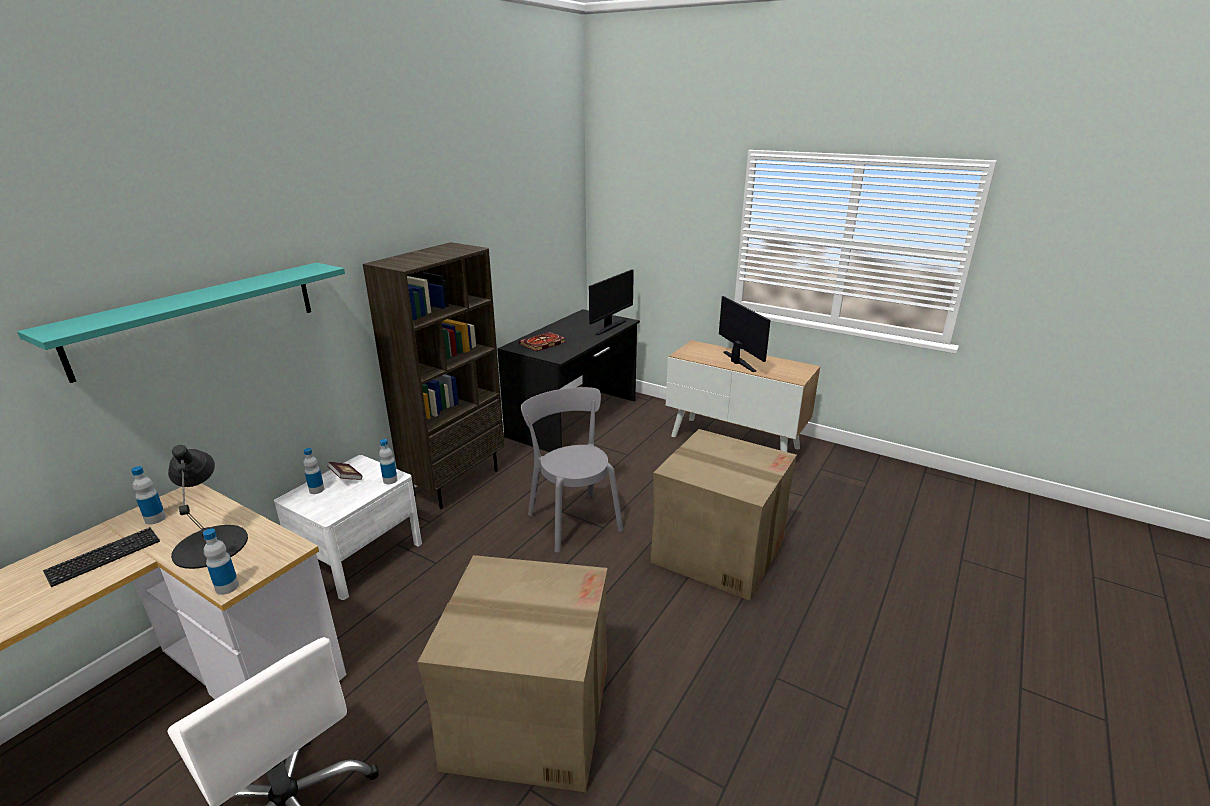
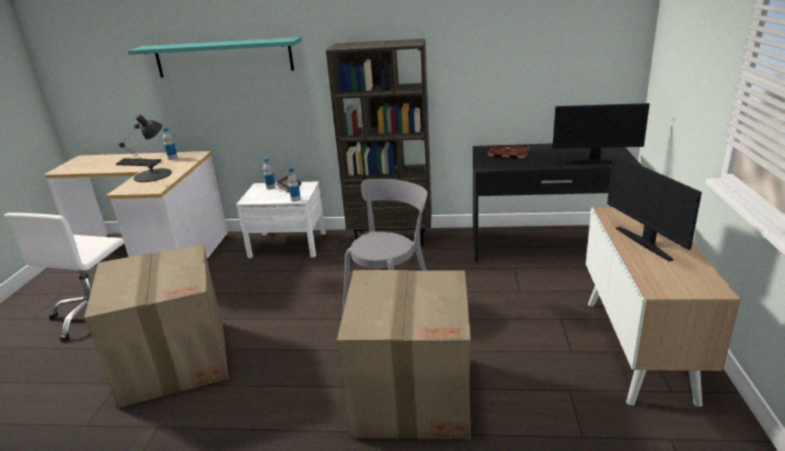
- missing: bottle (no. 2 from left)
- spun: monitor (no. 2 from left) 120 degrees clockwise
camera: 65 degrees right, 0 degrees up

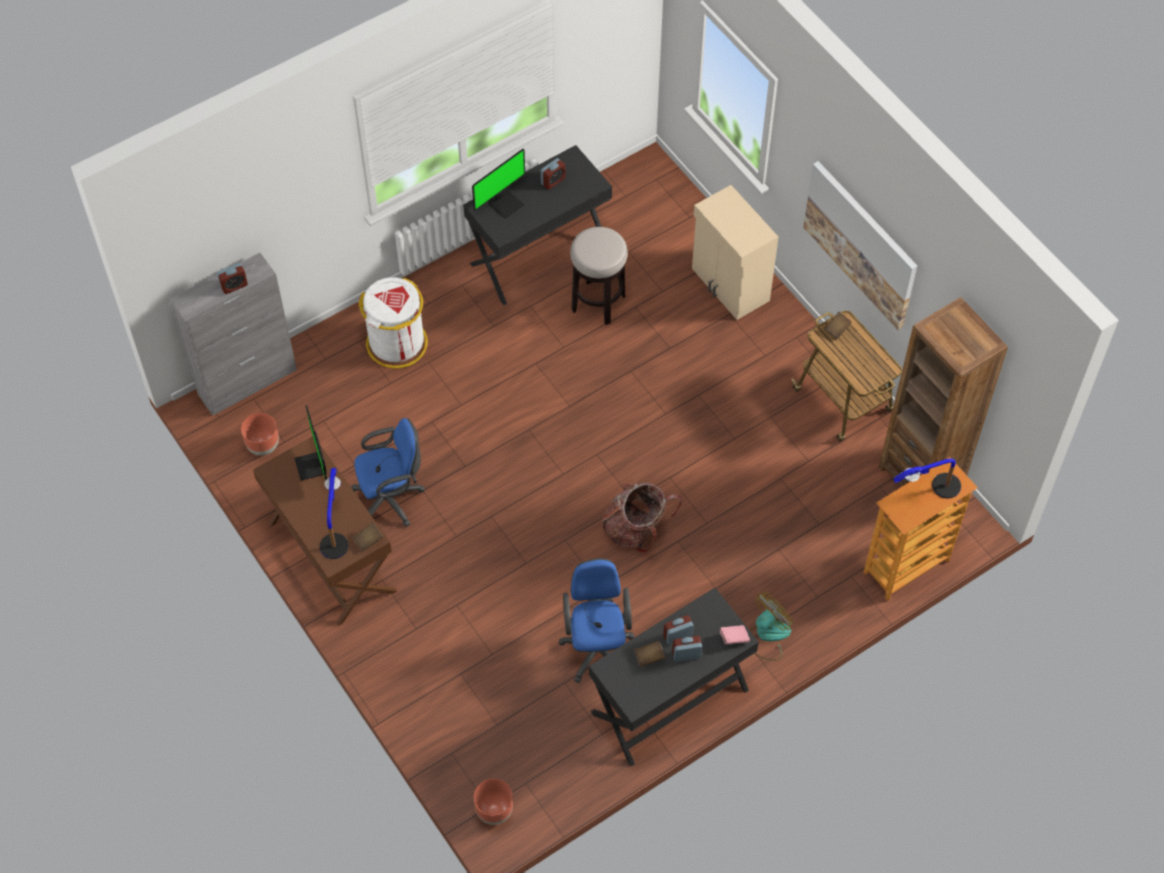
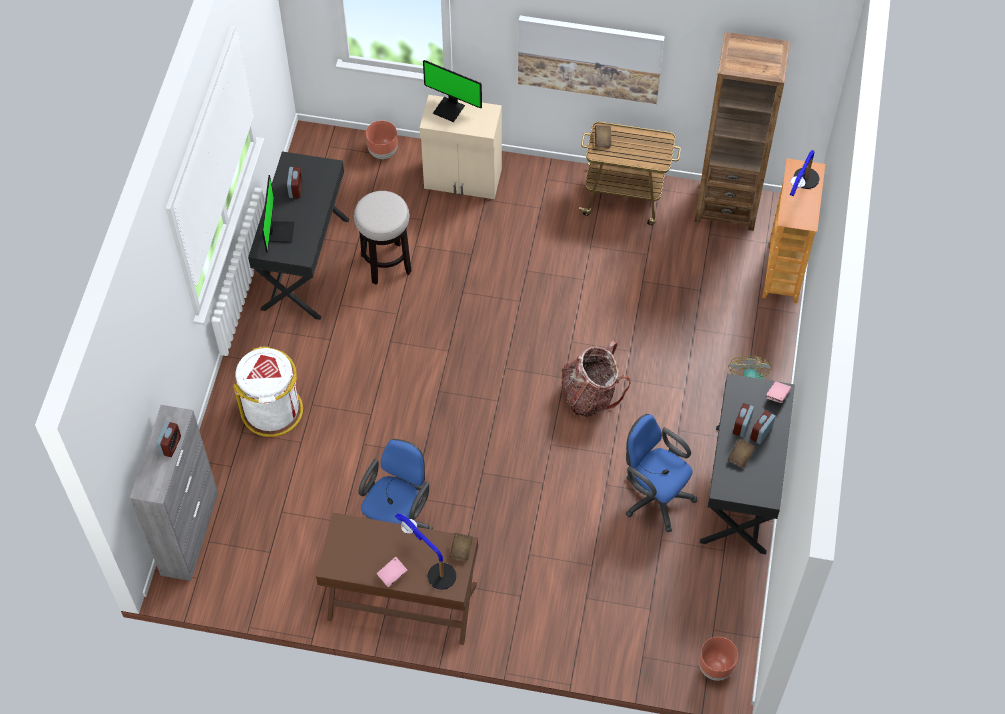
- appeared: pink book (no. 1 from left)
- relocated: brown planter (no. 1 from left)
- relocated: monitor (no. 1 from left in the first image) to monitor (no. 2 from left)
camera: 45 degrees left, 0 degrees up

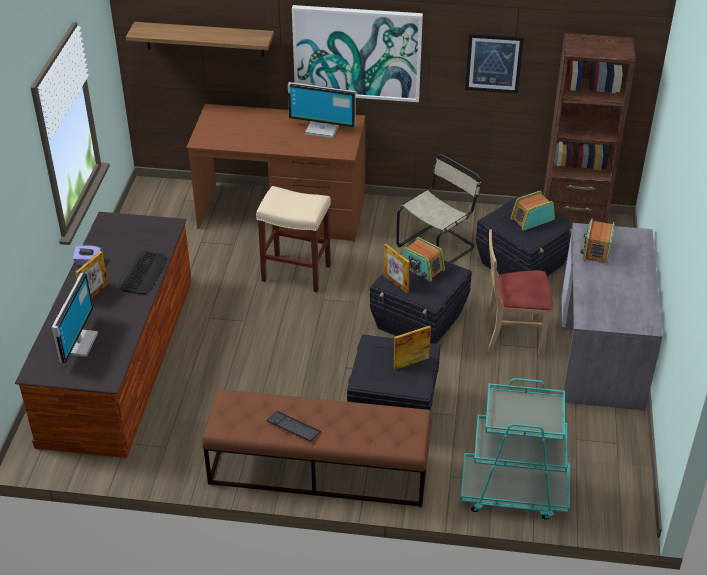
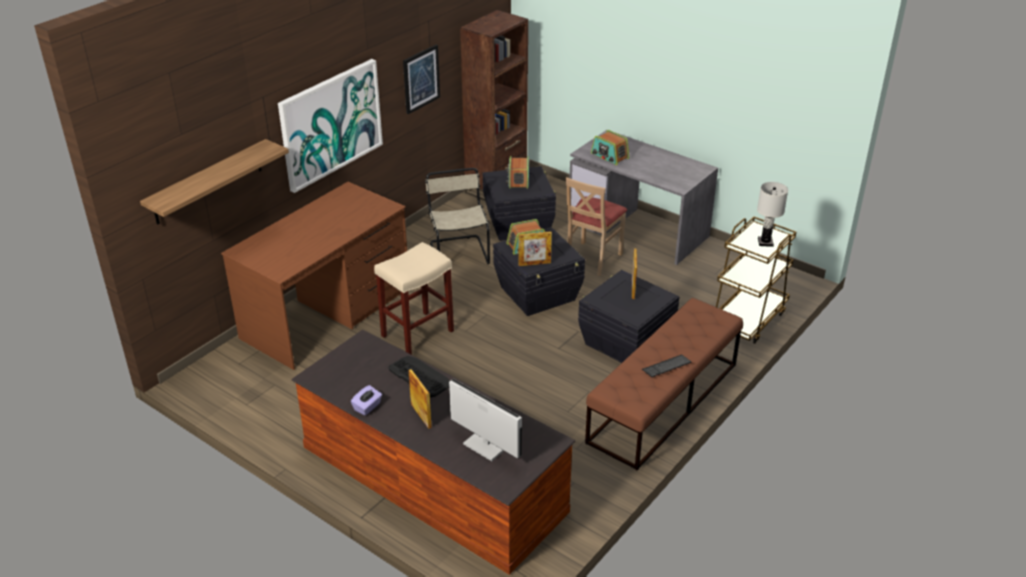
- missing: monitor (no. 2 from left)
- appeared: white table lamp
- colour: turquoise cart to brown cart
camera: 60 degrees left, 5 degrees down

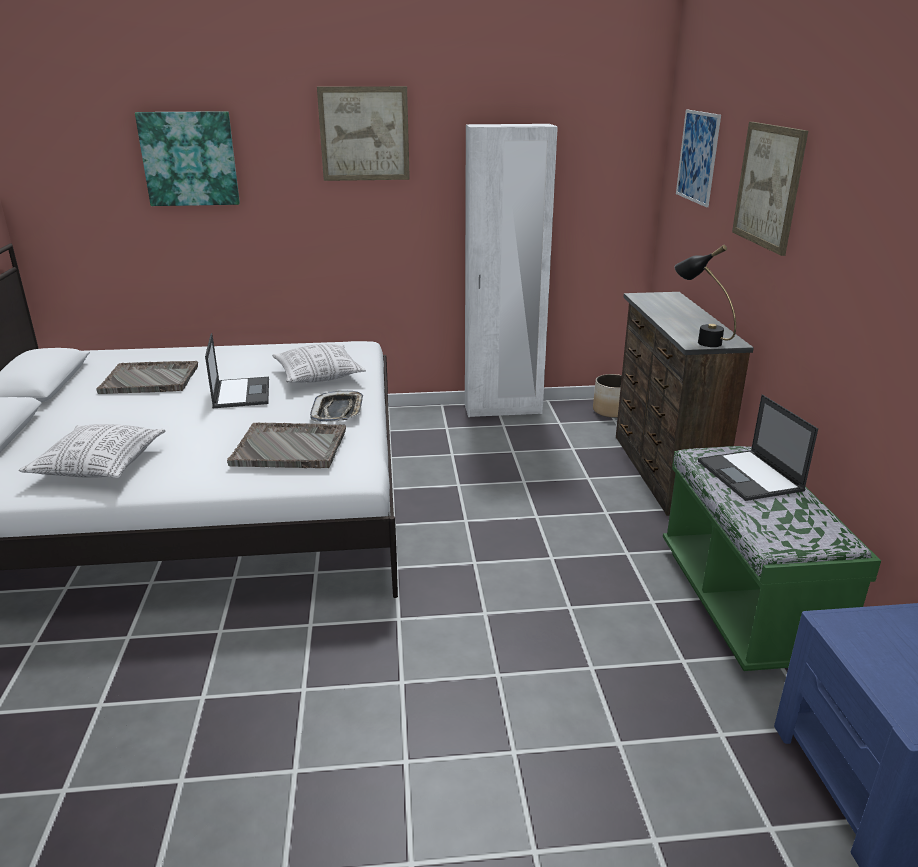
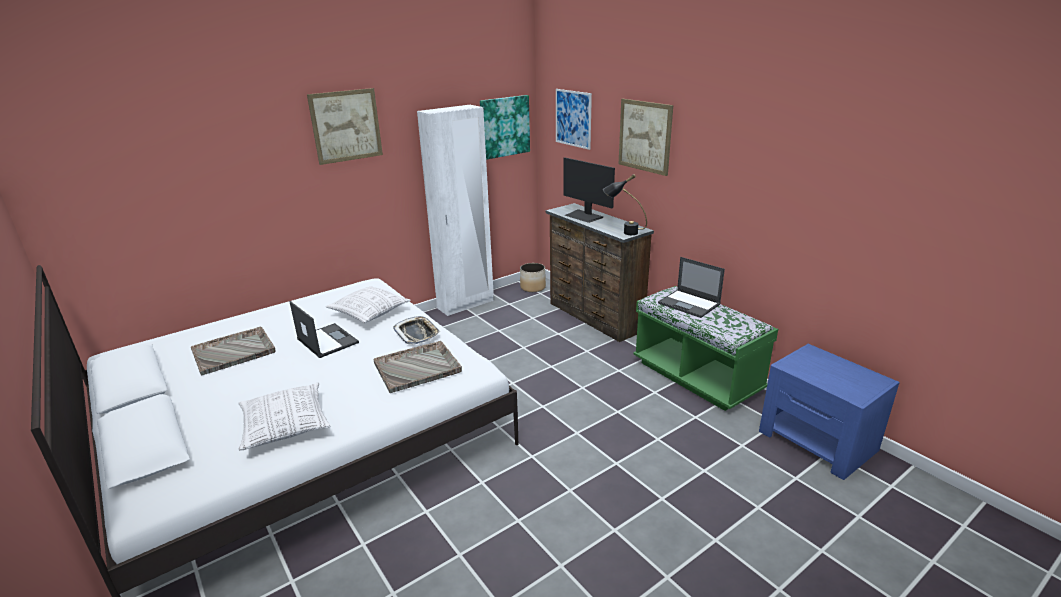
- appeared: monitor
- relocated: picture (no. 1 from left in the first image) to picture (no. 2 from left)
camera: 30 degrees left, 0 degrees up

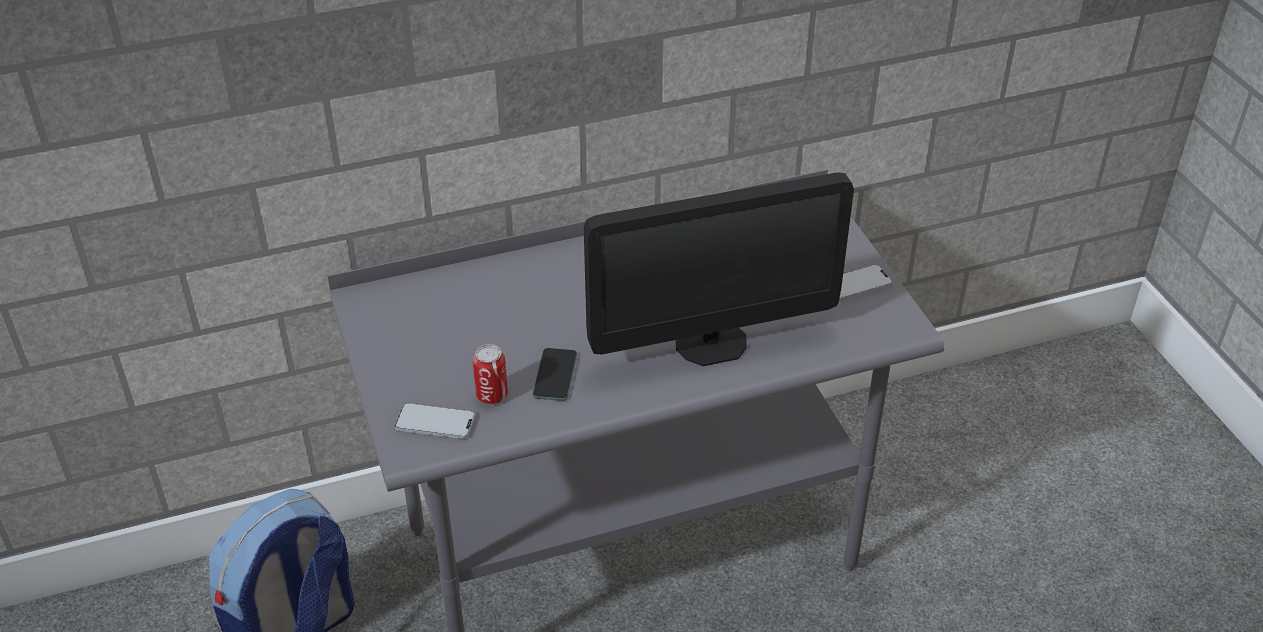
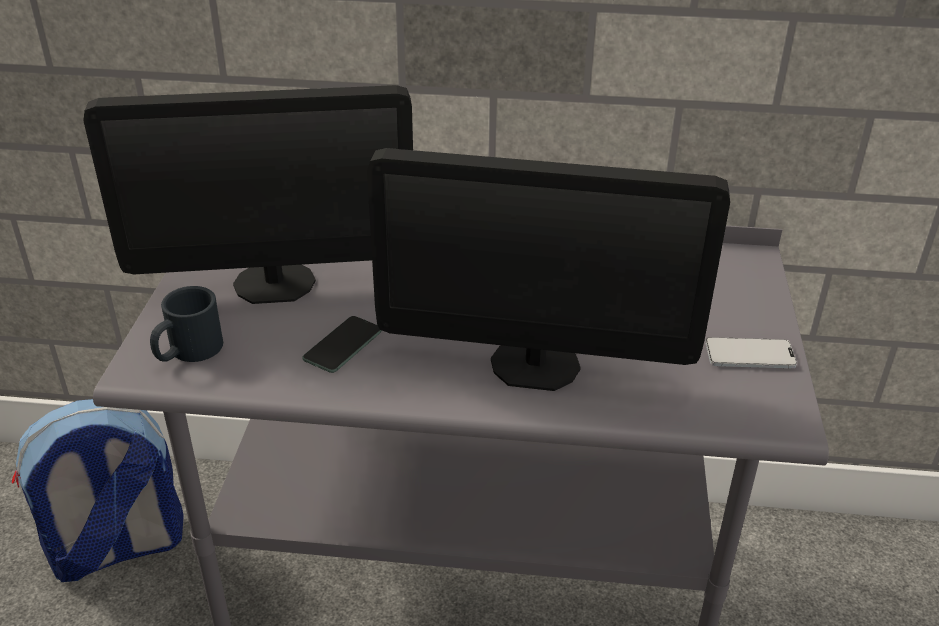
- missing: can
- appeared: monitor (no. 1 from left)
- exchanged: phone (no. 1 from left) to black mug
camera: 25 degrees right, 5 degrees down

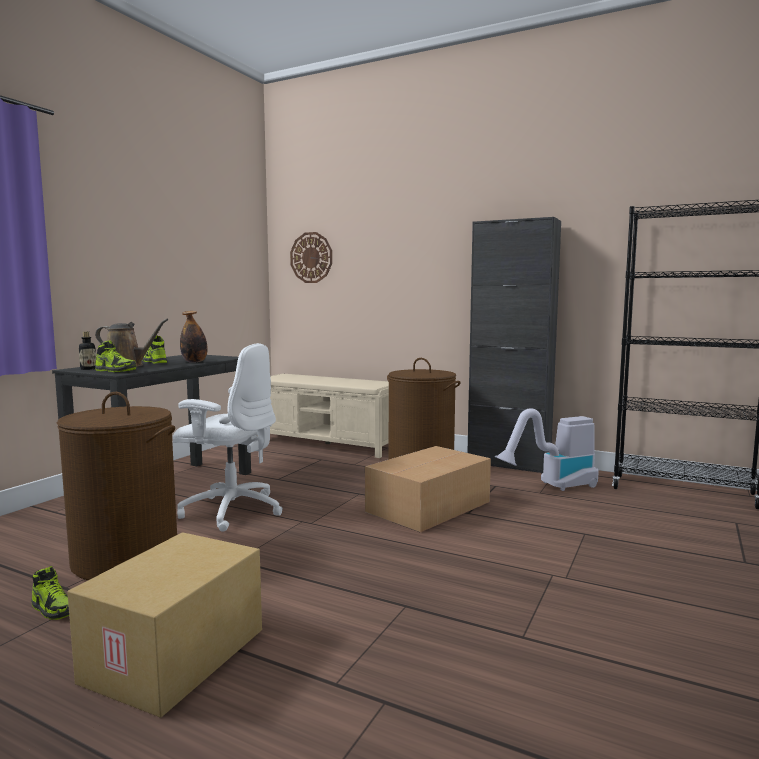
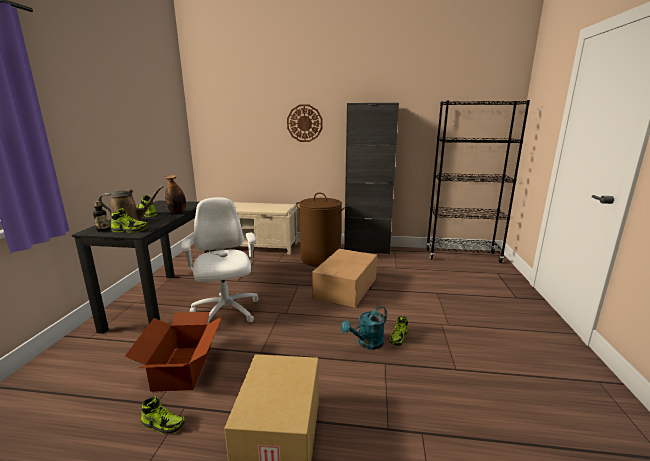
- missing: vacuum cleaner
- appeared: turquoise watering can
- appeared: shoe (no. 4 from left)
- relocated: wall clock
- exchanged: brown laundry basket (no. 1 from left) to cardboard box (no. 1 from left)
- spun: white office chair 105 degrees counterclockwise
camera: 20 degrees left, 10 degrees up

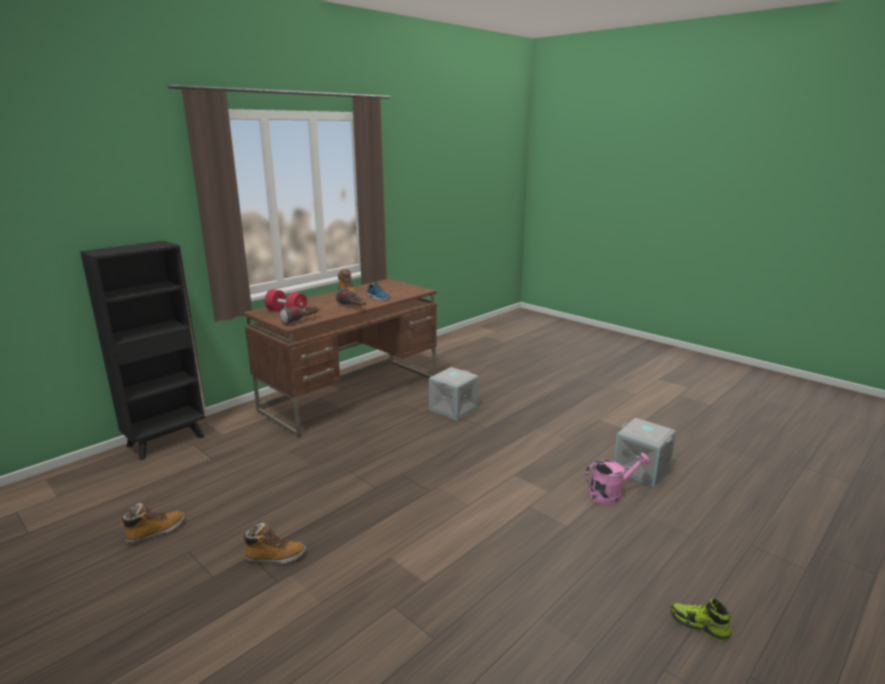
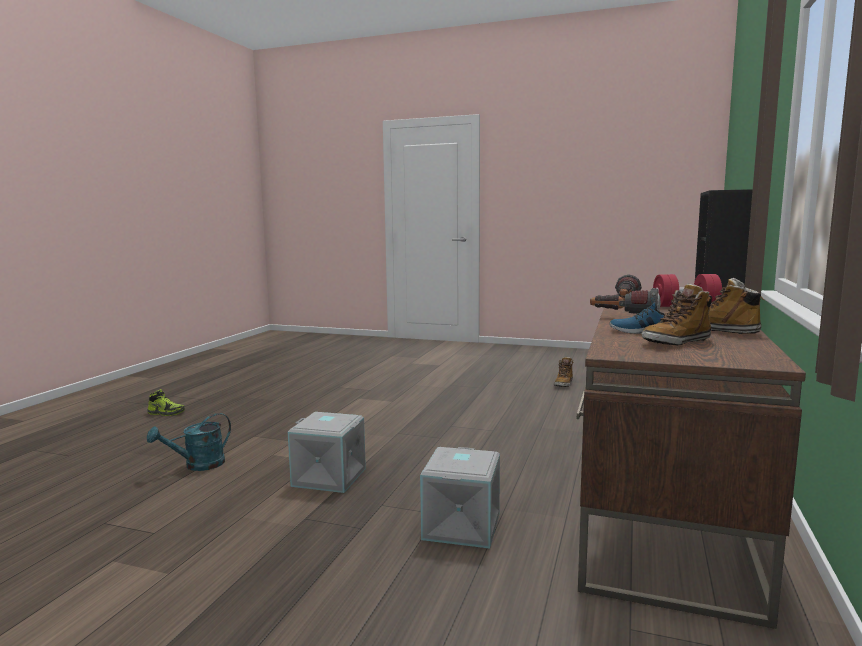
- relocated: boot (no. 2 from left)
- relocated: grey storage box (no. 2 from left in the first image) to grey storage box (no. 1 from left)
- colour: pink watering can to turquoise watering can
camera: 155 degrees right, 10 degrees down

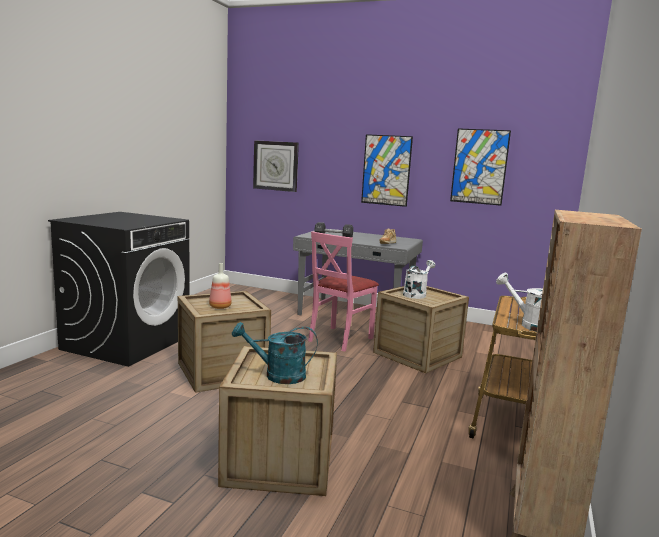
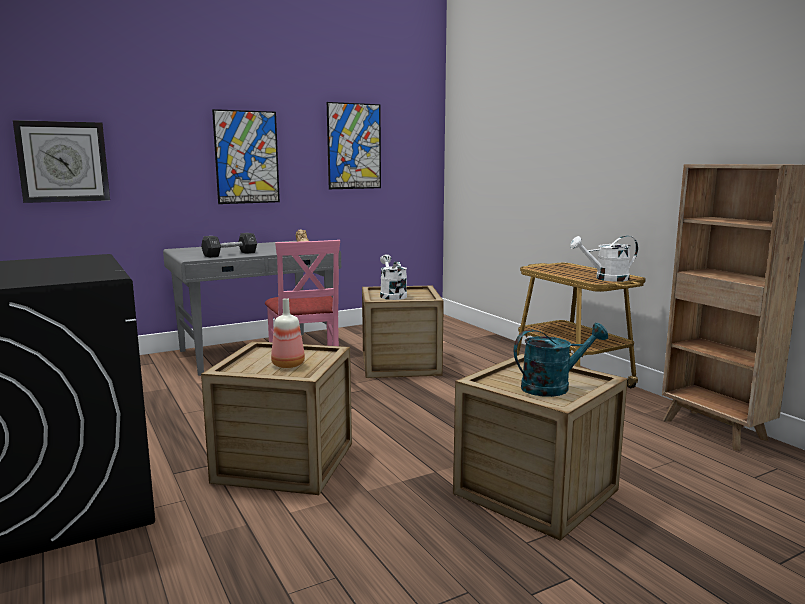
- spun: turquoise watering can 150 degrees counterclockwise
camera: 50 degrees left, 0 degrees up

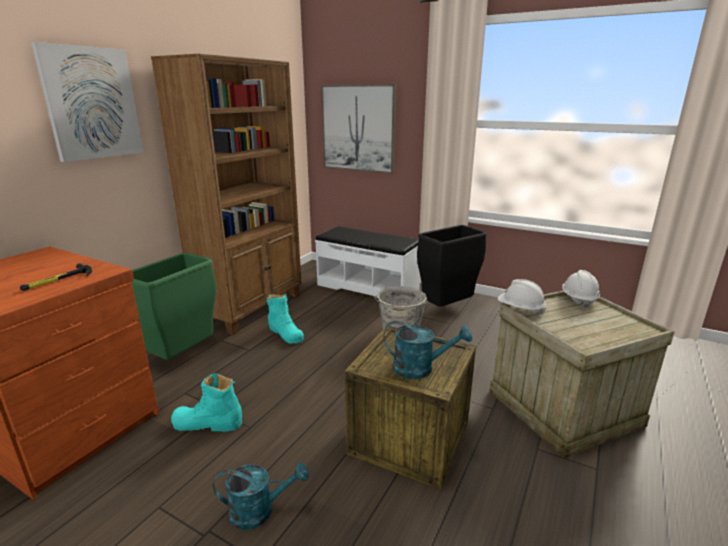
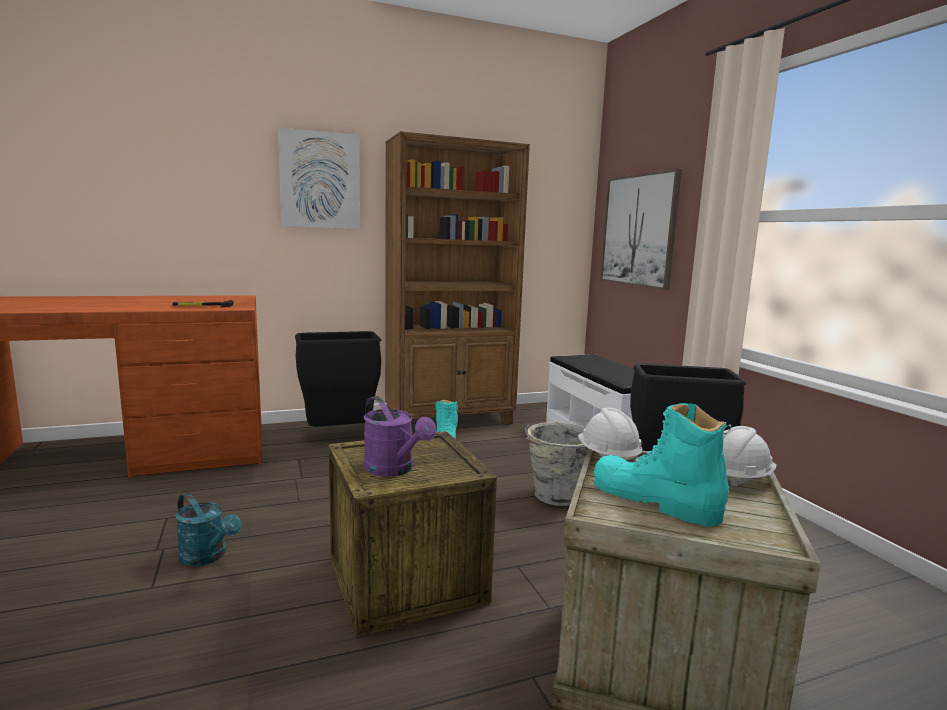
- relocated: turquoise boot (no. 1 from left in the first image) to turquoise boot (no. 2 from left)
- colour: green trash can to black trash can (no. 1 from left)
- colour: turquoise watering can (no. 2 from left) to purple watering can
camera: 40 degrees right, 10 degrees down

